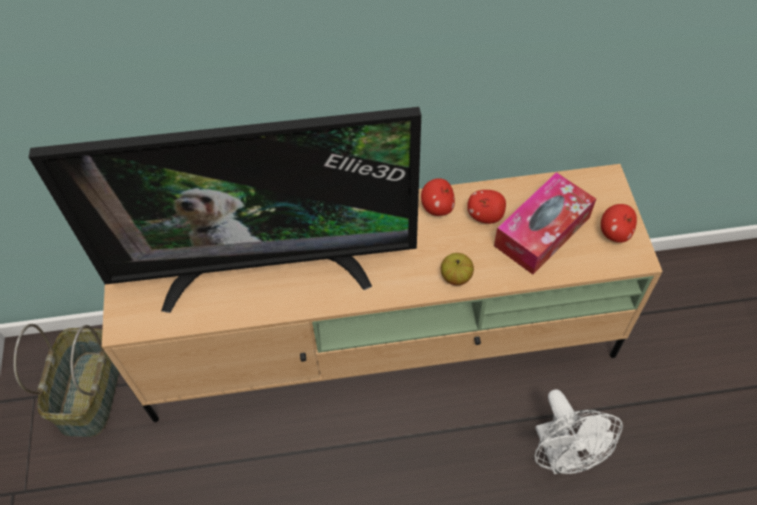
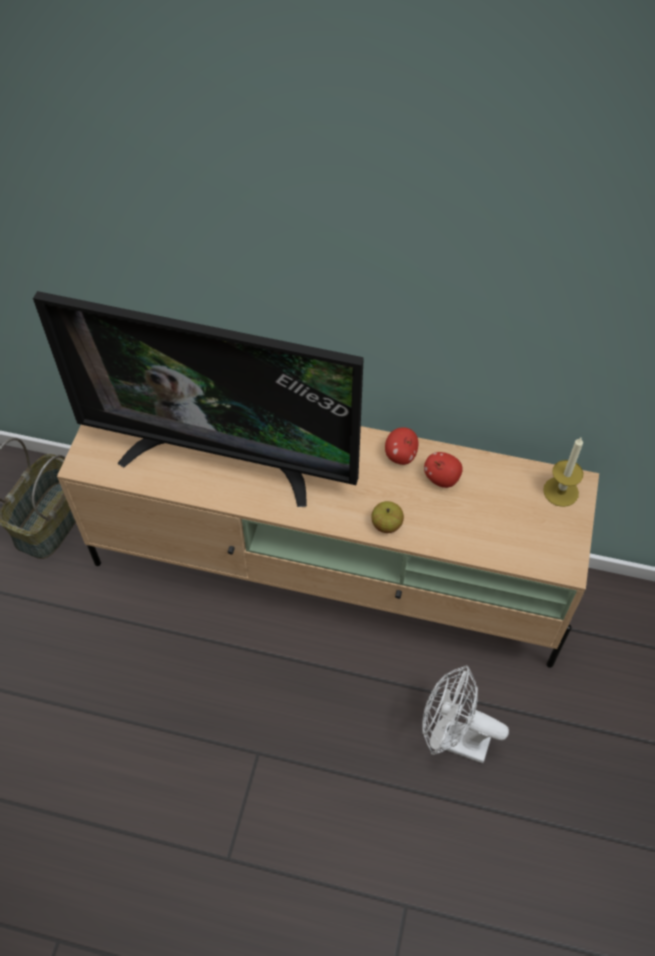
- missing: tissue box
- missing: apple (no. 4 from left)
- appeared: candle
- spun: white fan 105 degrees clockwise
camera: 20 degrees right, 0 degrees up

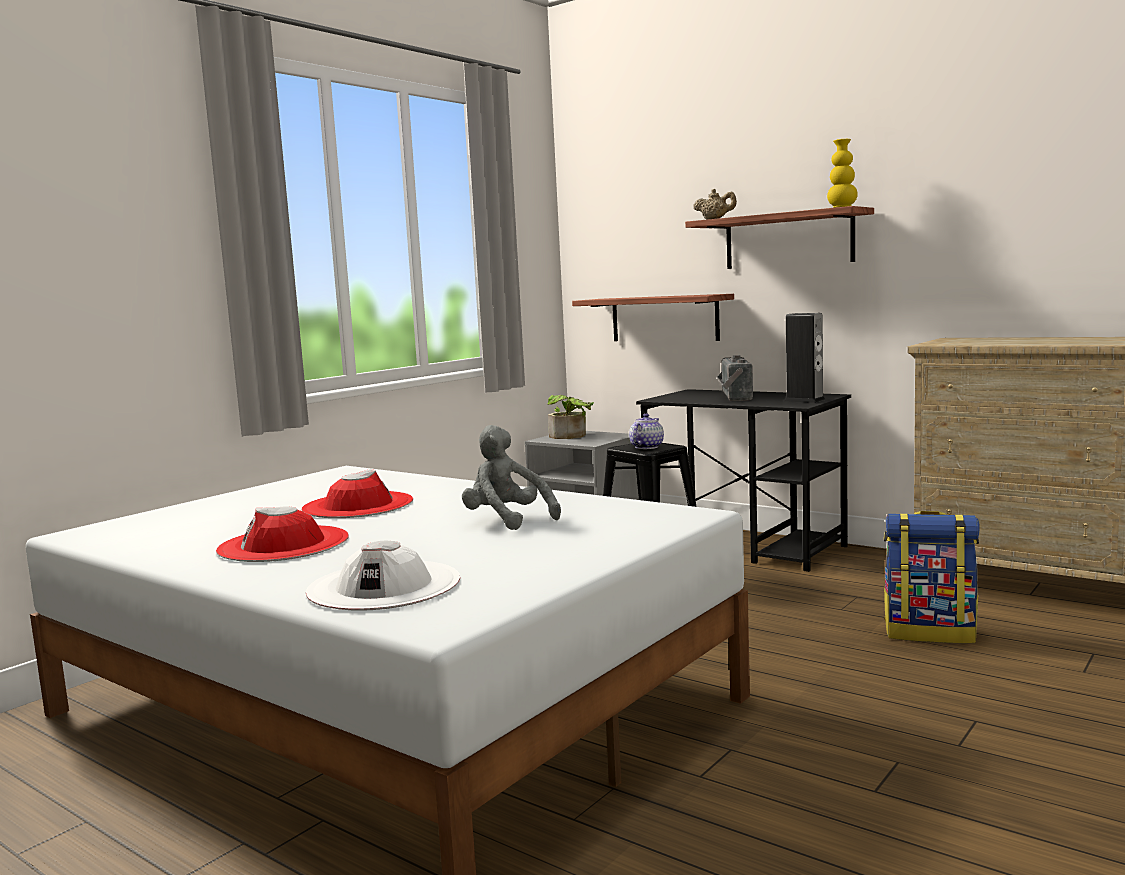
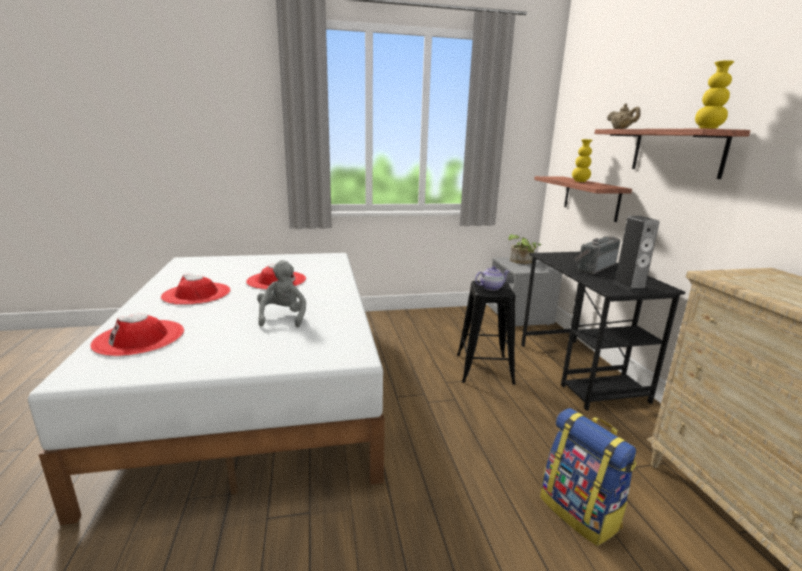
- appeared: yellow vase (no. 1 from left)
- colour: white hat to red hat (no. 1 from left)
camera: 40 degrees right, 10 degrees up

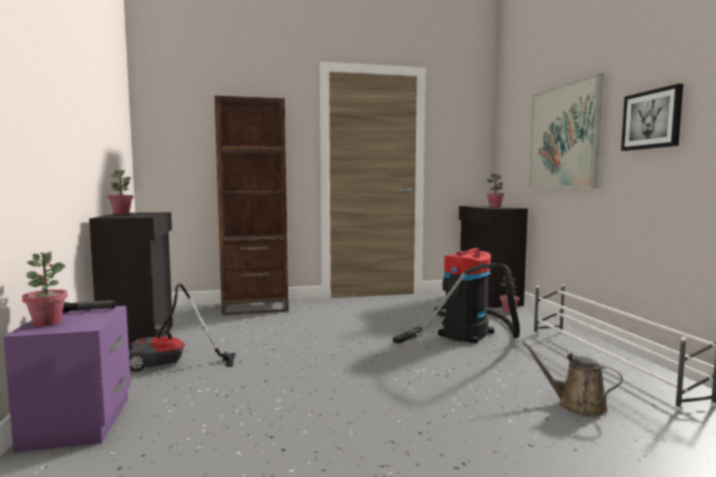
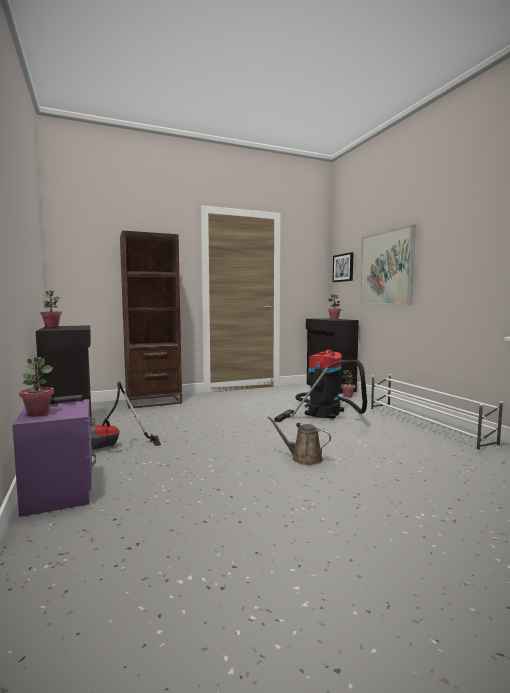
- relocated: brown watering can
- relocated: picture (no. 2 from left in the first image) to picture (no. 1 from left)
camera: 10 degrees left, 0 degrees up

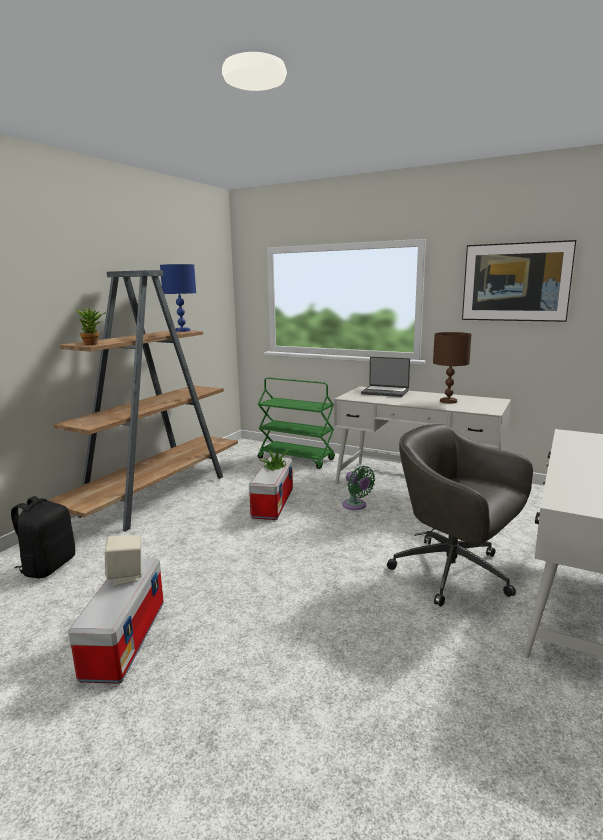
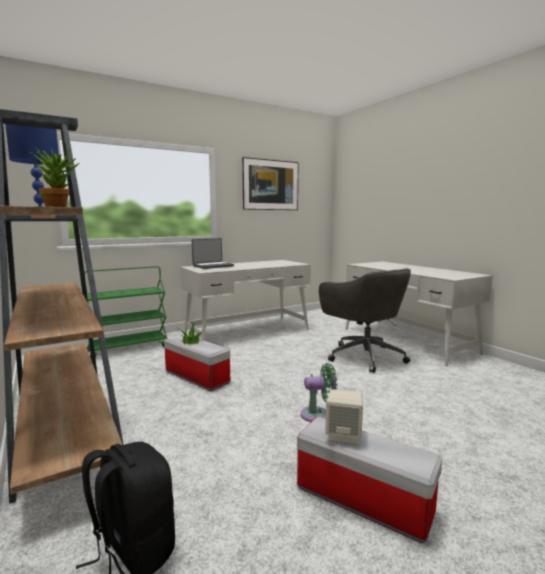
- missing: brown table lamp
- relocated: green fan
- spun: grey office chair 105 degrees counterclockwise
camera: 60 degrees left, 5 degrees down

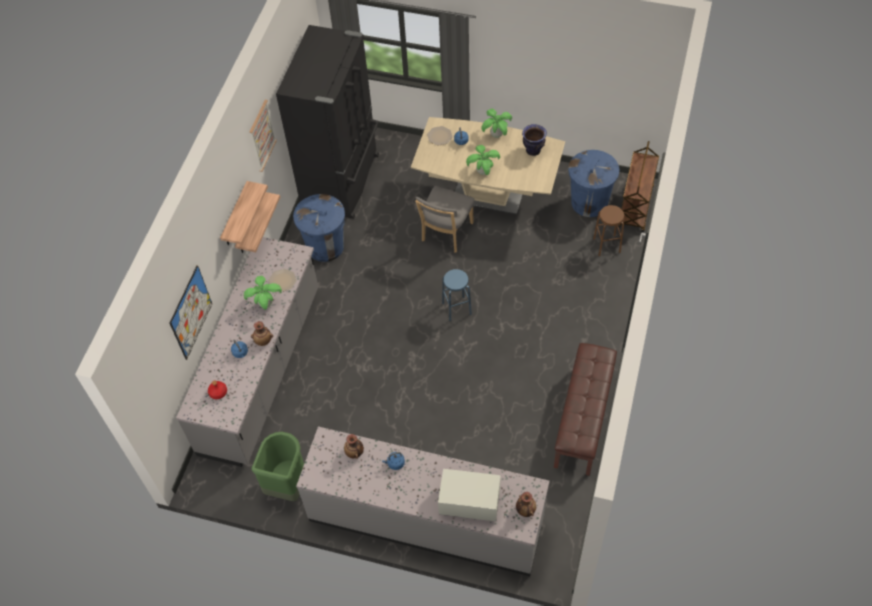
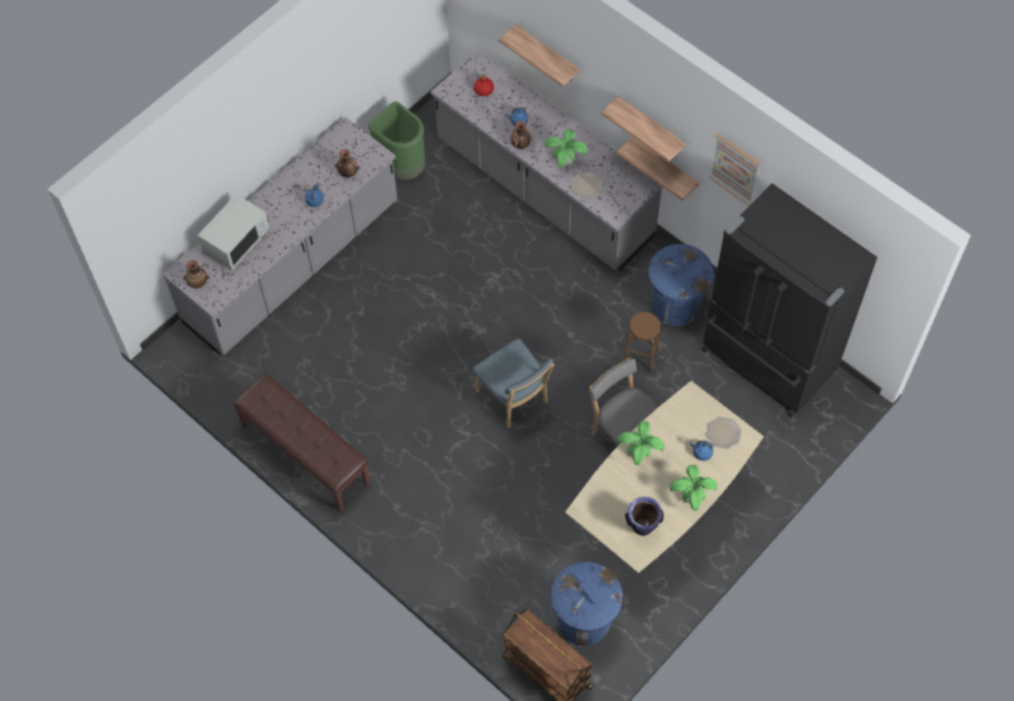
- relocated: brown stool
- exchanged: picture (no. 1 from left) to shelf (no. 1 from left)
- exchanged: blue stool to blue chair
camera: 115 degrees right, 5 degrees up

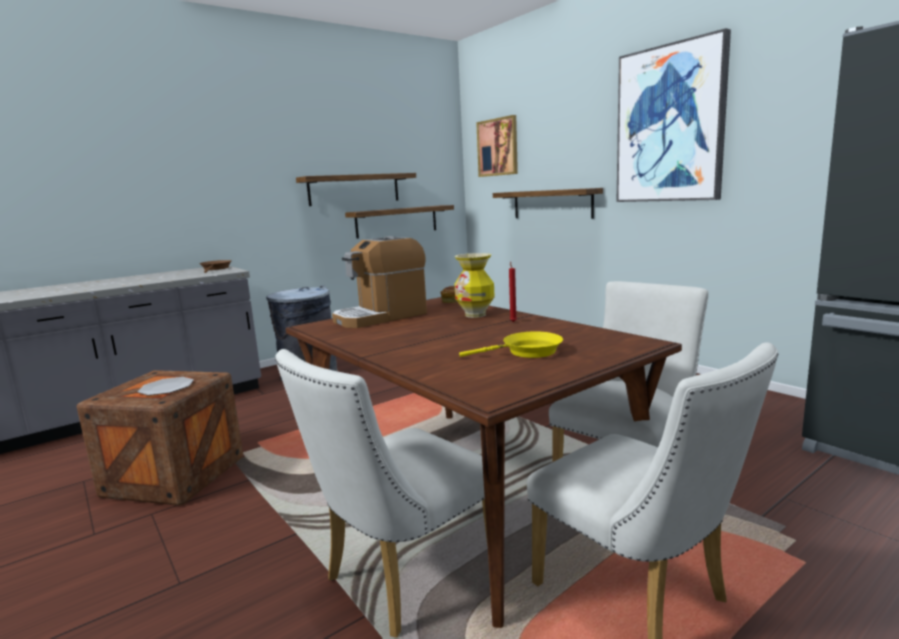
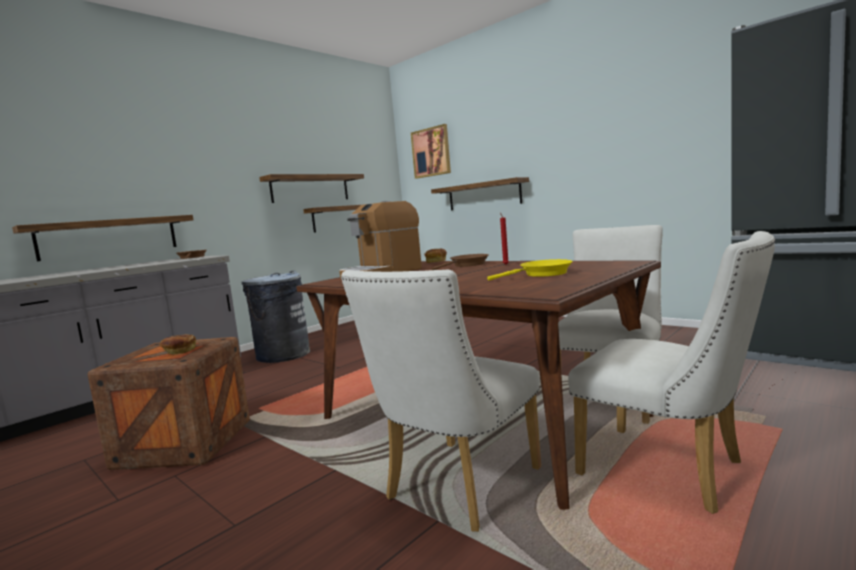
- missing: picture (no. 2 from left)
- appeared: shelf (no. 1 from left)
- exchanged: plate to bread (no. 1 from left)
- exchanged: vase to brown frying pan (no. 2 from left)
camera: 10 degrees left, 5 degrees down

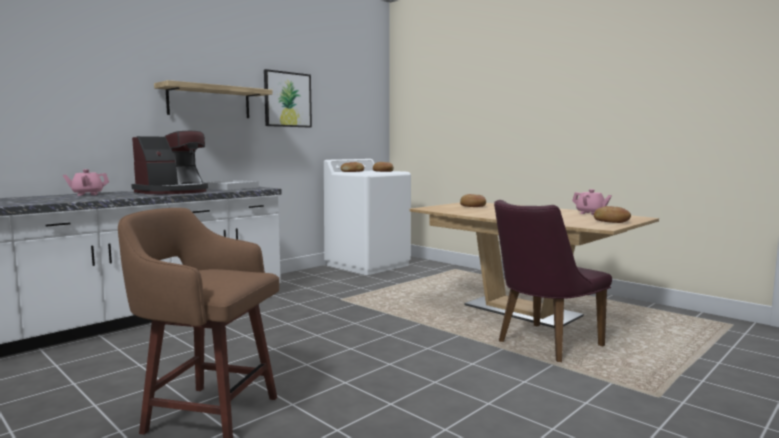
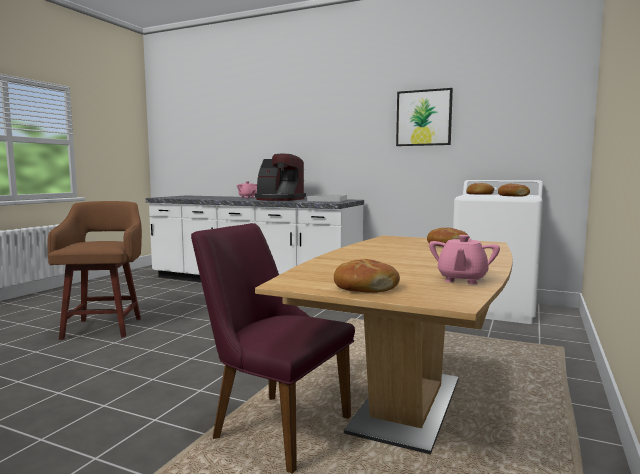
- missing: shelf
camera: 70 degrees right, 0 degrees up

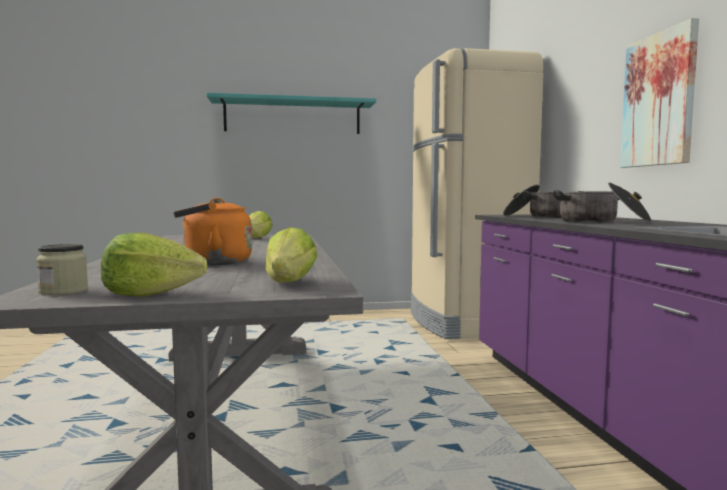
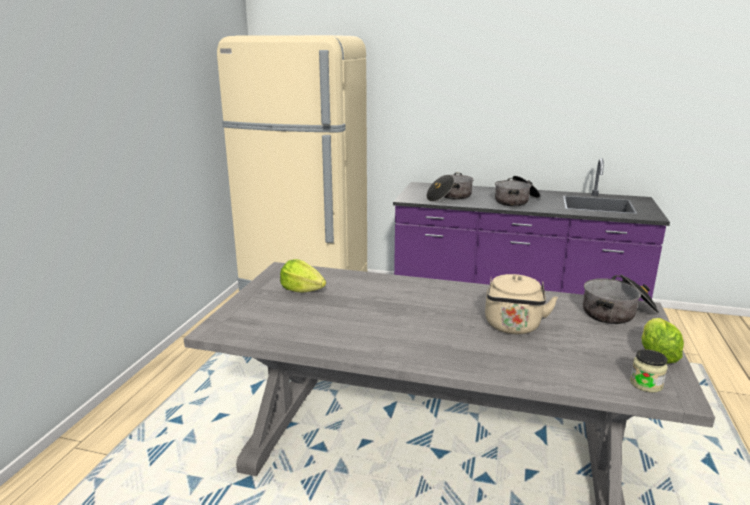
- missing: turquoise shelf
- missing: picture
- exchanged: lettuce (no. 3 from left) to cooking pot (no. 3 from left)
- colour: orange kettle to beige kettle
camera: 65 degrees left, 15 degrees up

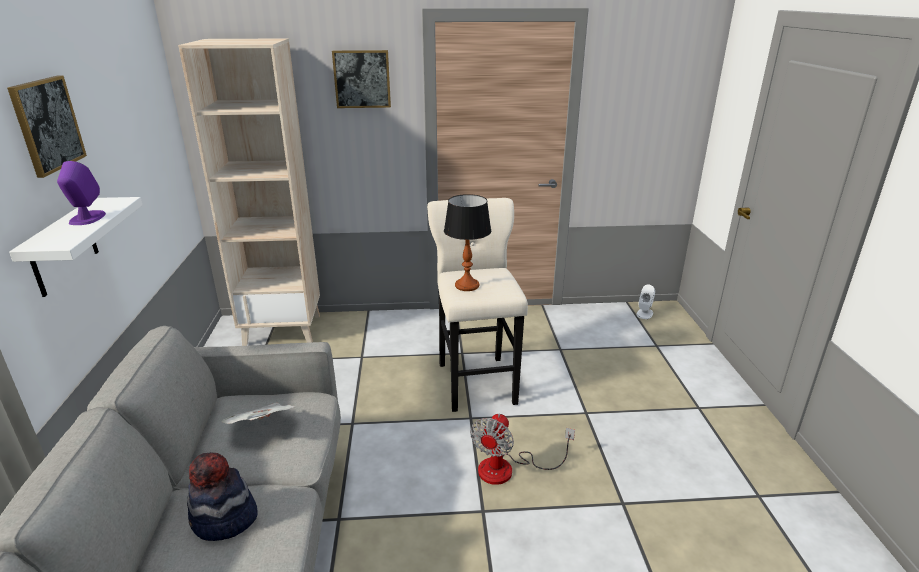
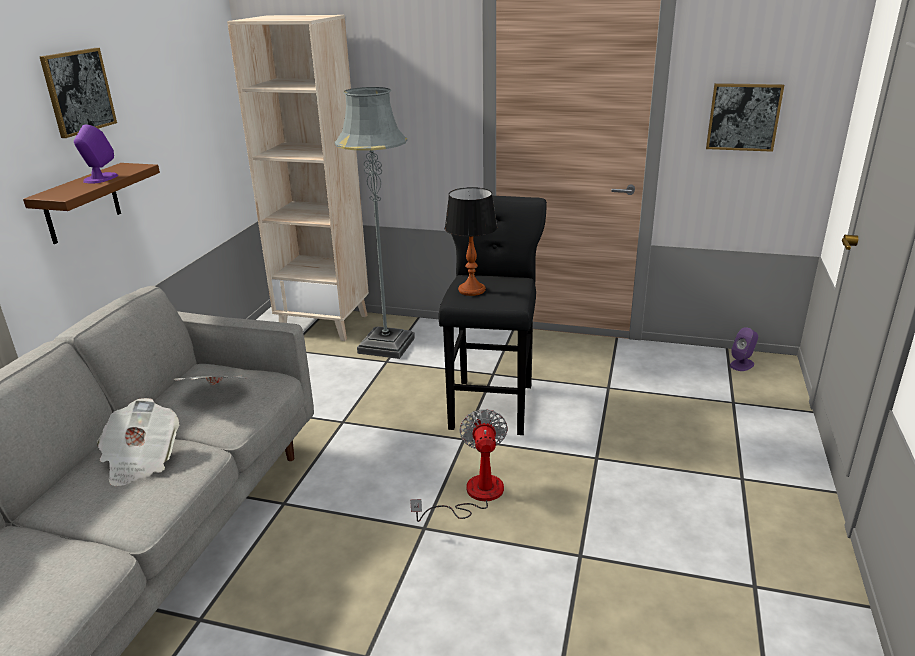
- appeared: grey floor lamp
- relocated: picture (no. 2 from left)
- exchanged: hat to newspaper (no. 1 from left)
- colour: white shelf to brown shelf
- colour: beige stool to black stool
- colour: white speaker to purple speaker (no. 2 from left)
- spun: fan 135 degrees clockwise
camera: 20 degrees right, 0 degrees up

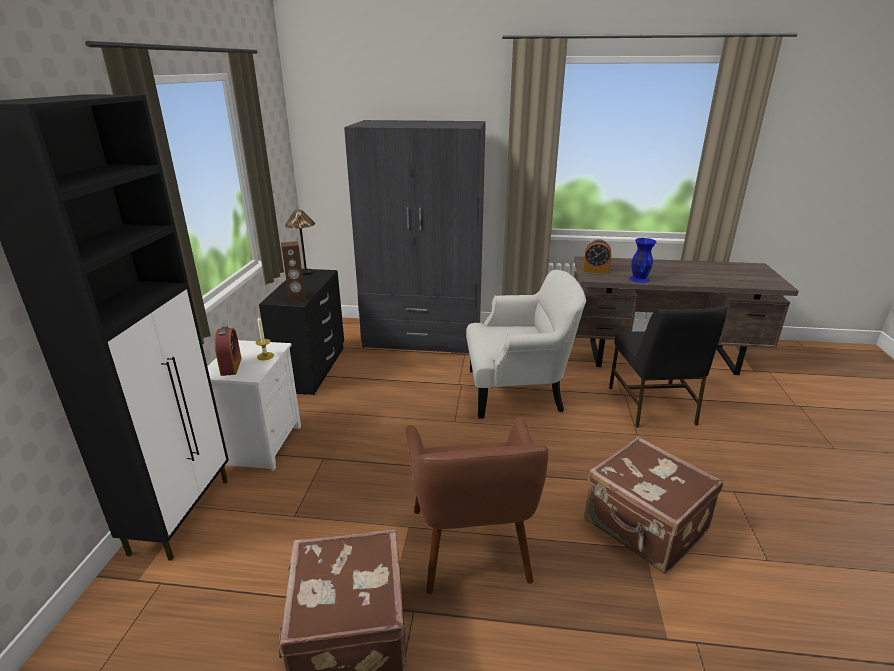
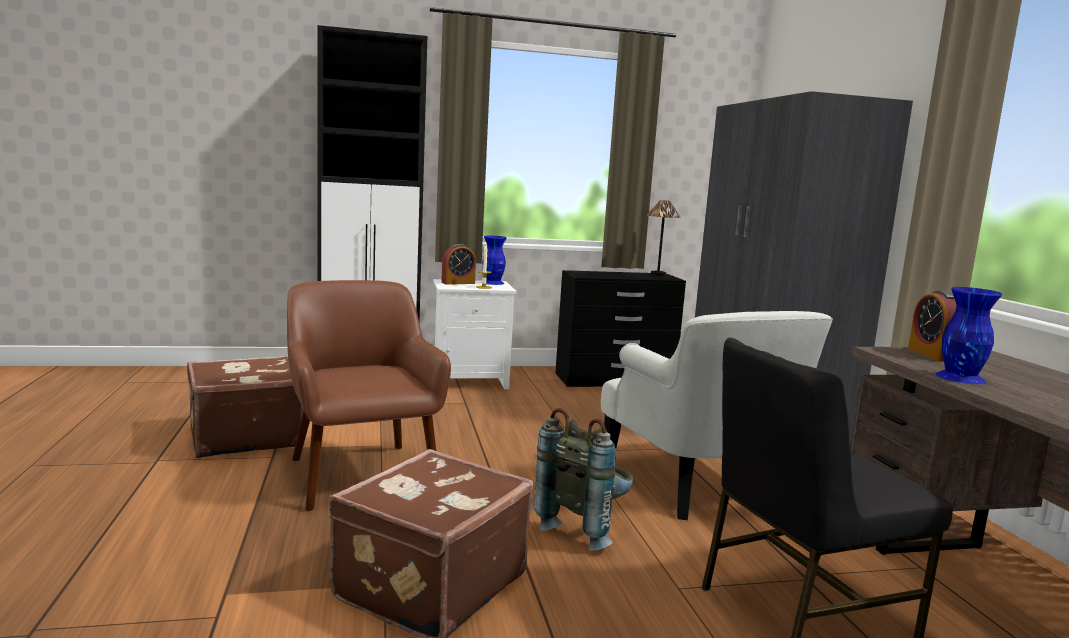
- missing: brown speaker
- appeared: blue vase (no. 1 from left)
- appeared: grey backpack
- spun: brown armchair 90 degrees clockwise
camera: 70 degrees right, 15 degrees down

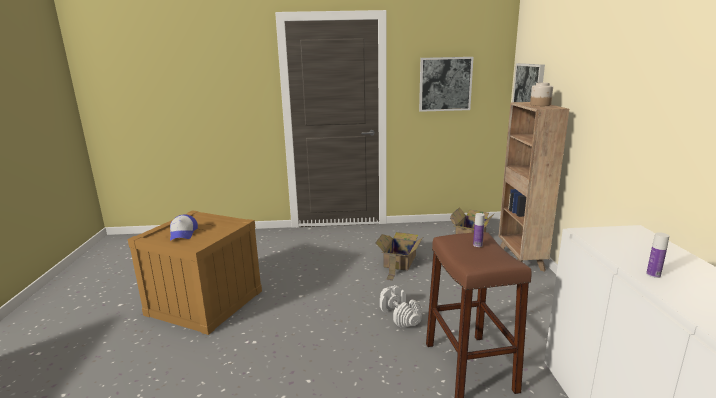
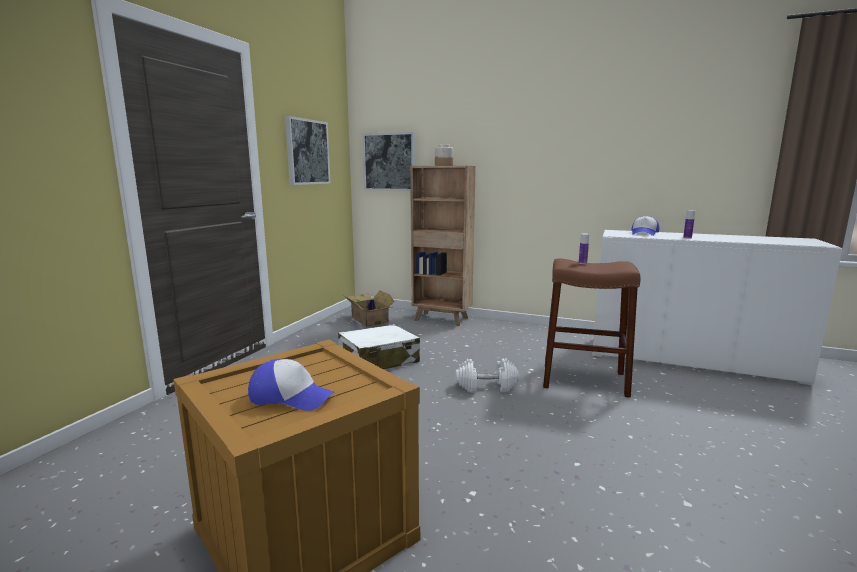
- appeared: cap (no. 2 from left)
- exchanged: cardboard box (no. 1 from left) to white suitcase
camera: 65 degrees left, 5 degrees down

